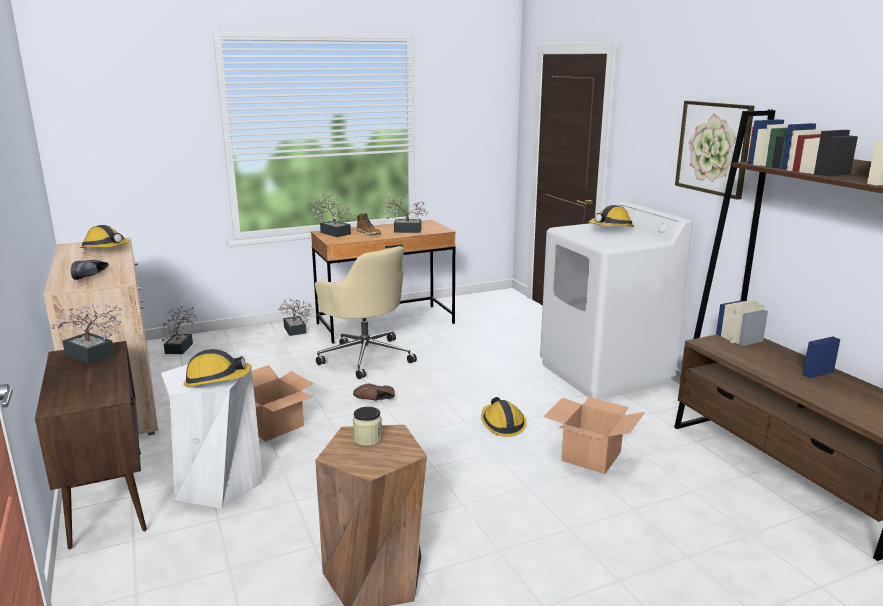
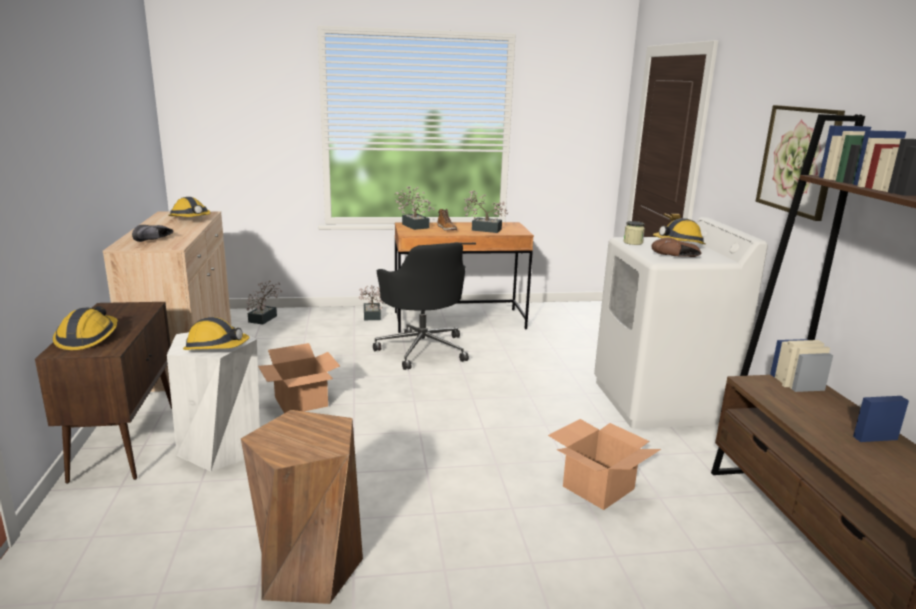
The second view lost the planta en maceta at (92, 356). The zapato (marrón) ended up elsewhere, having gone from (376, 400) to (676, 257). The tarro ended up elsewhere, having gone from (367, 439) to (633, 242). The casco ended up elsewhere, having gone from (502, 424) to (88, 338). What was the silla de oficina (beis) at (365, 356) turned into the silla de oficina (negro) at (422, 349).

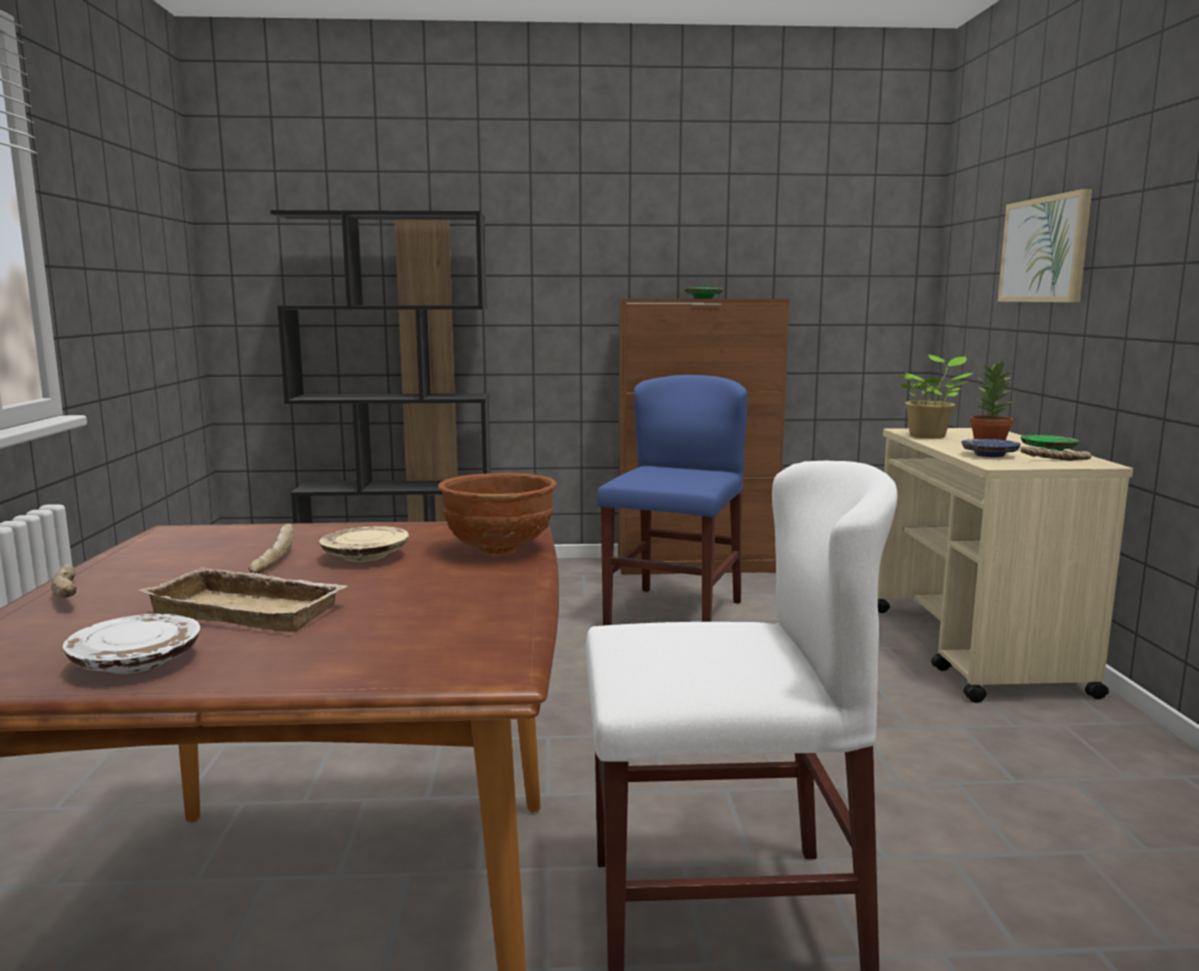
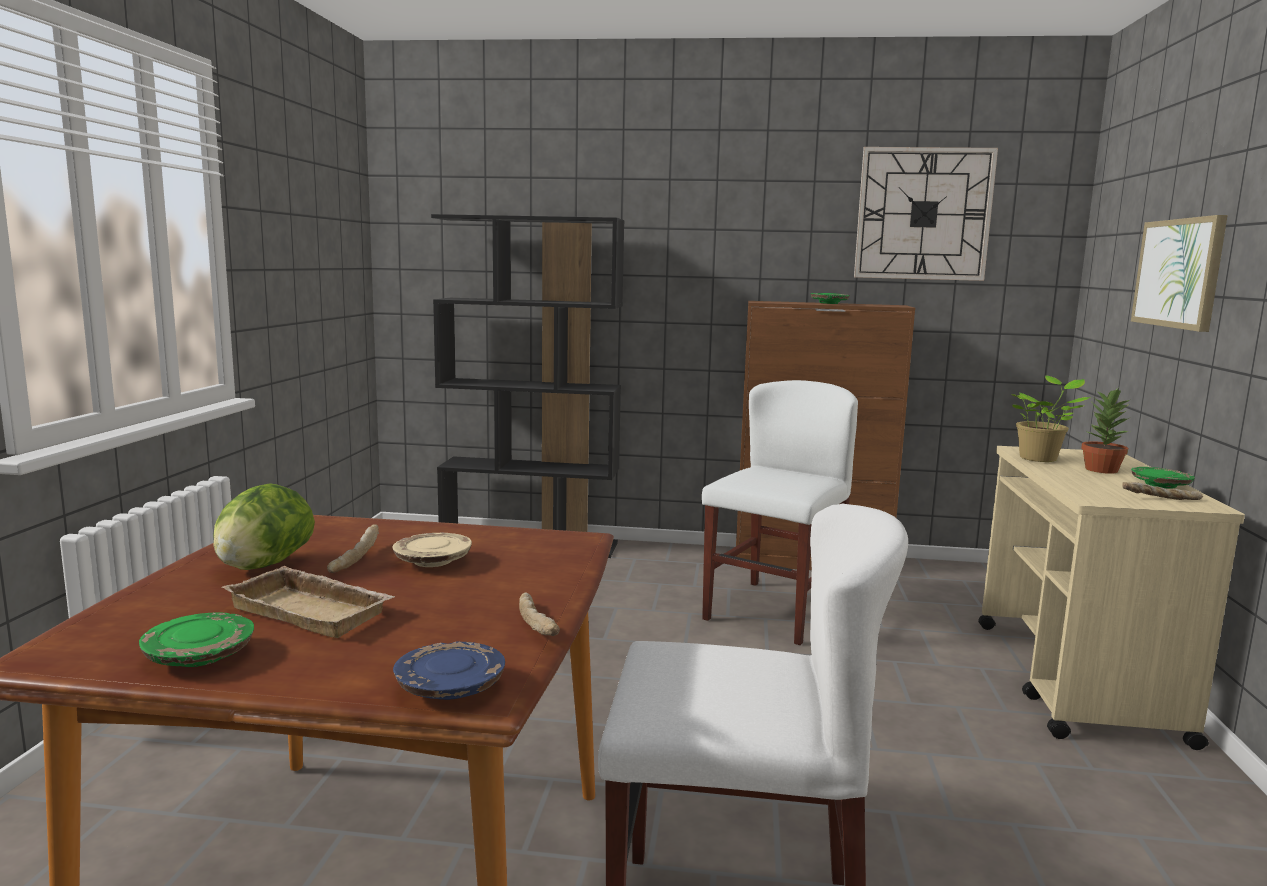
The second view lost the cuenco (marrón) at (500, 549). The second view gained the lechuga at (263, 566). The second view gained the reloj de pared at (923, 214). The pan ended up elsewhere, having gone from (70, 594) to (538, 625). The plato (azul) ended up elsewhere, having gone from (989, 455) to (449, 688). What was the plato (blanco) at (137, 662) turned into the plato (verde) at (200, 656). What was the silla (azul) at (674, 614) turned into the silla (blanco) at (774, 611).

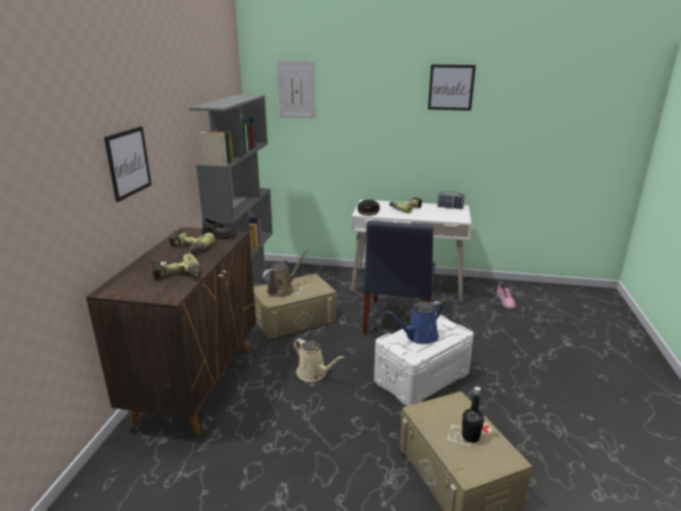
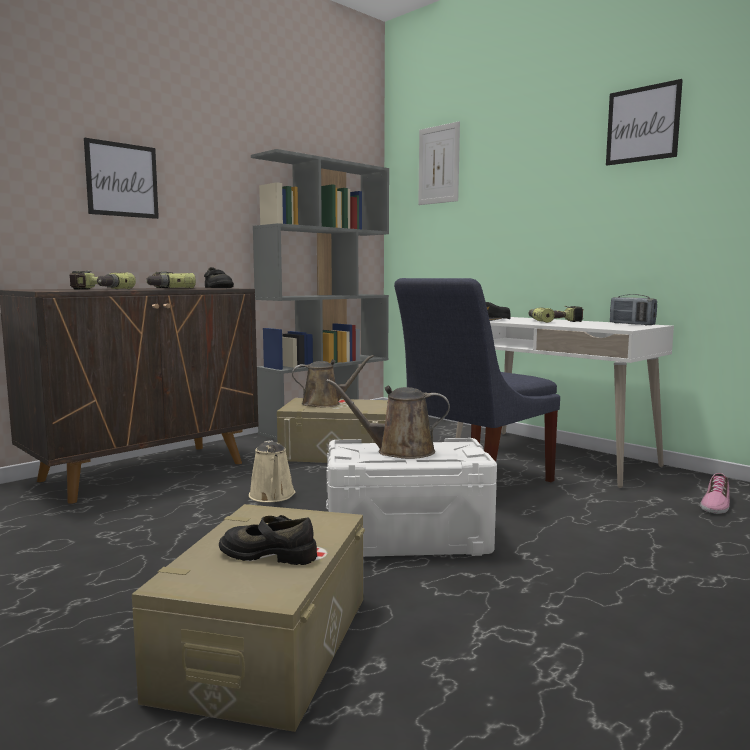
Where the botella (negro) stood at (470, 437), the zapato (negro) came to stand at (269, 553). What was the regadera (azul) at (419, 337) turned into the regadera (marrón) at (399, 451).

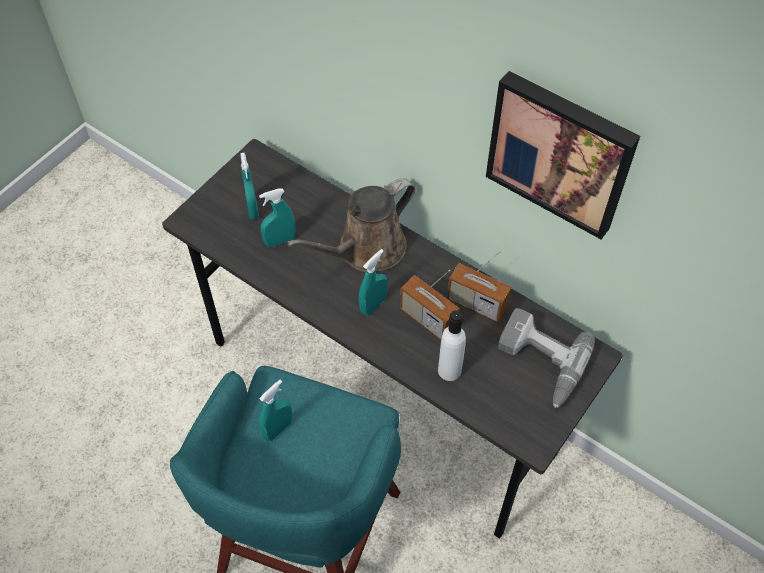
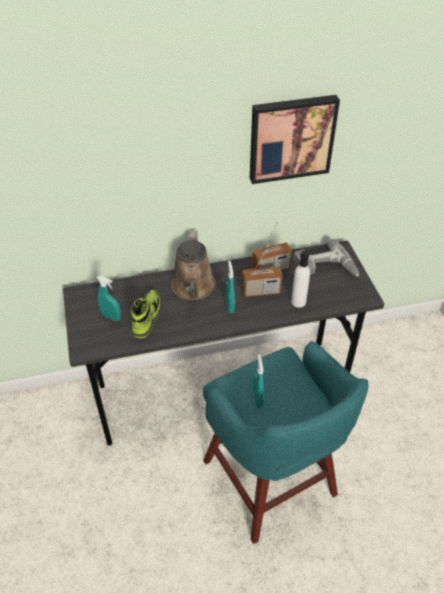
Where the pulverizador (turquesa) stood at (280, 240), the zapato came to stand at (146, 318).

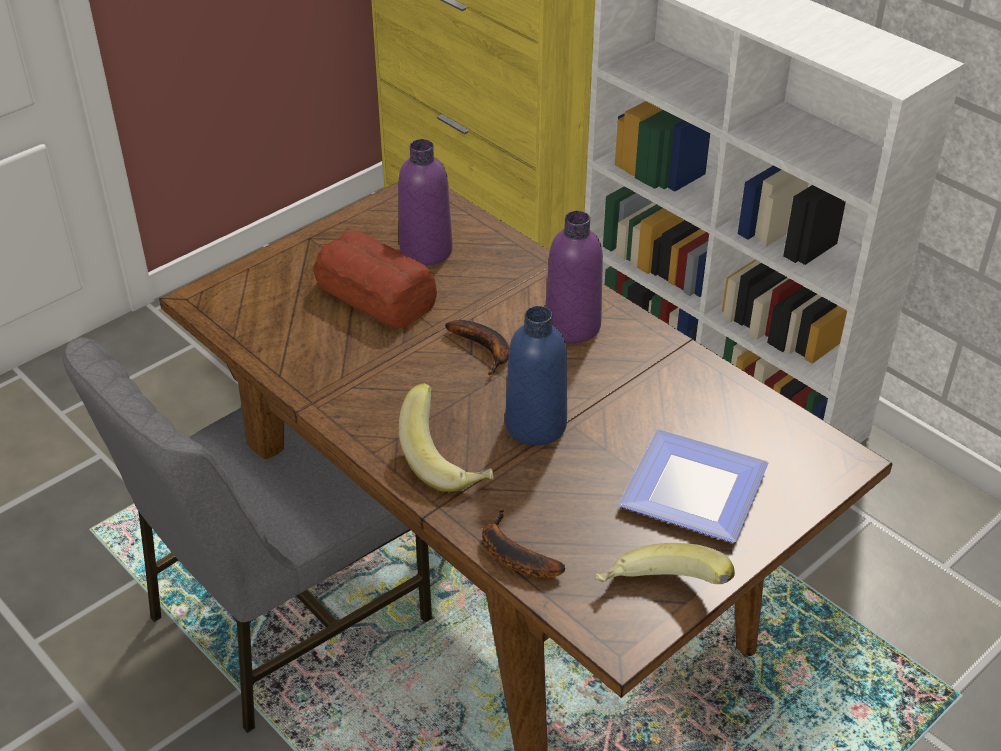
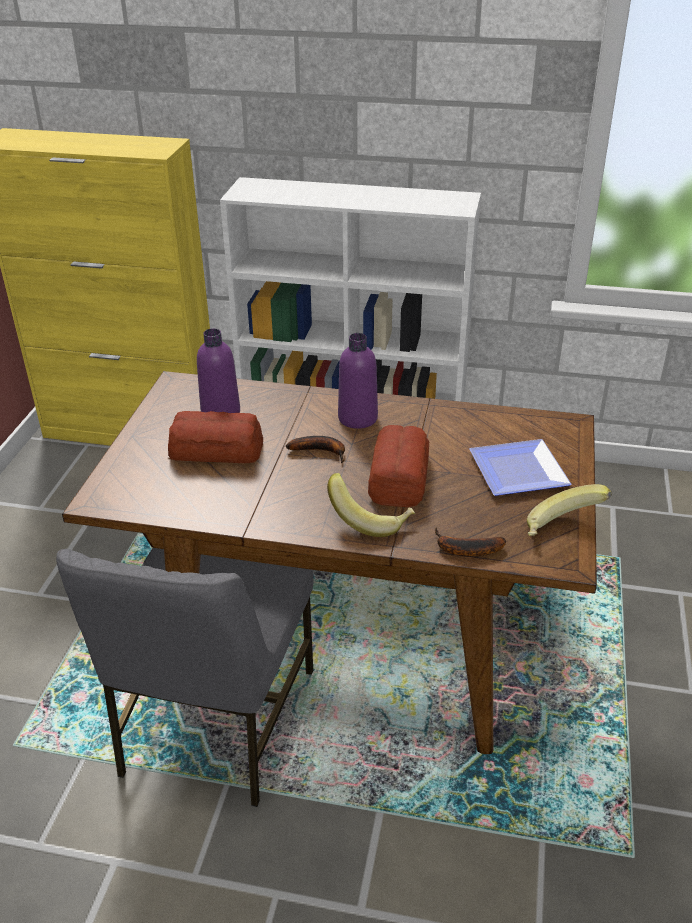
Where the botella (azul) stood at (536, 425), the pan came to stand at (398, 477).

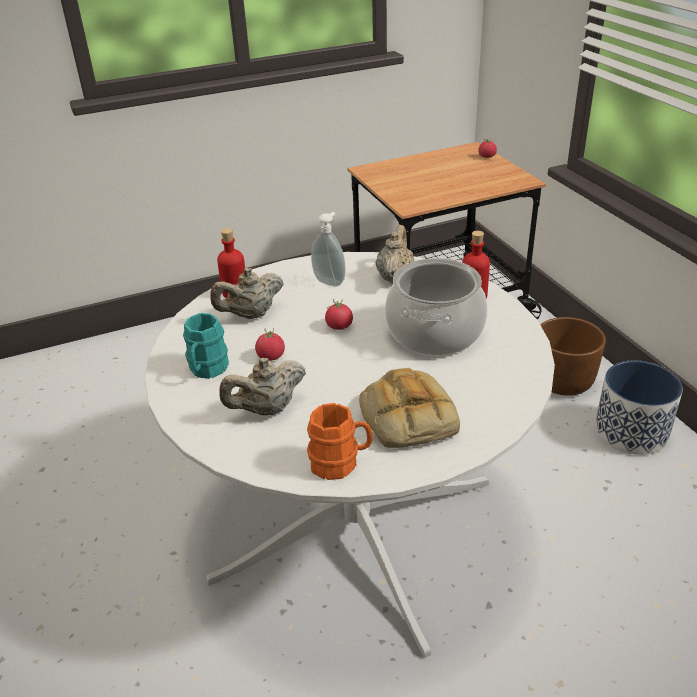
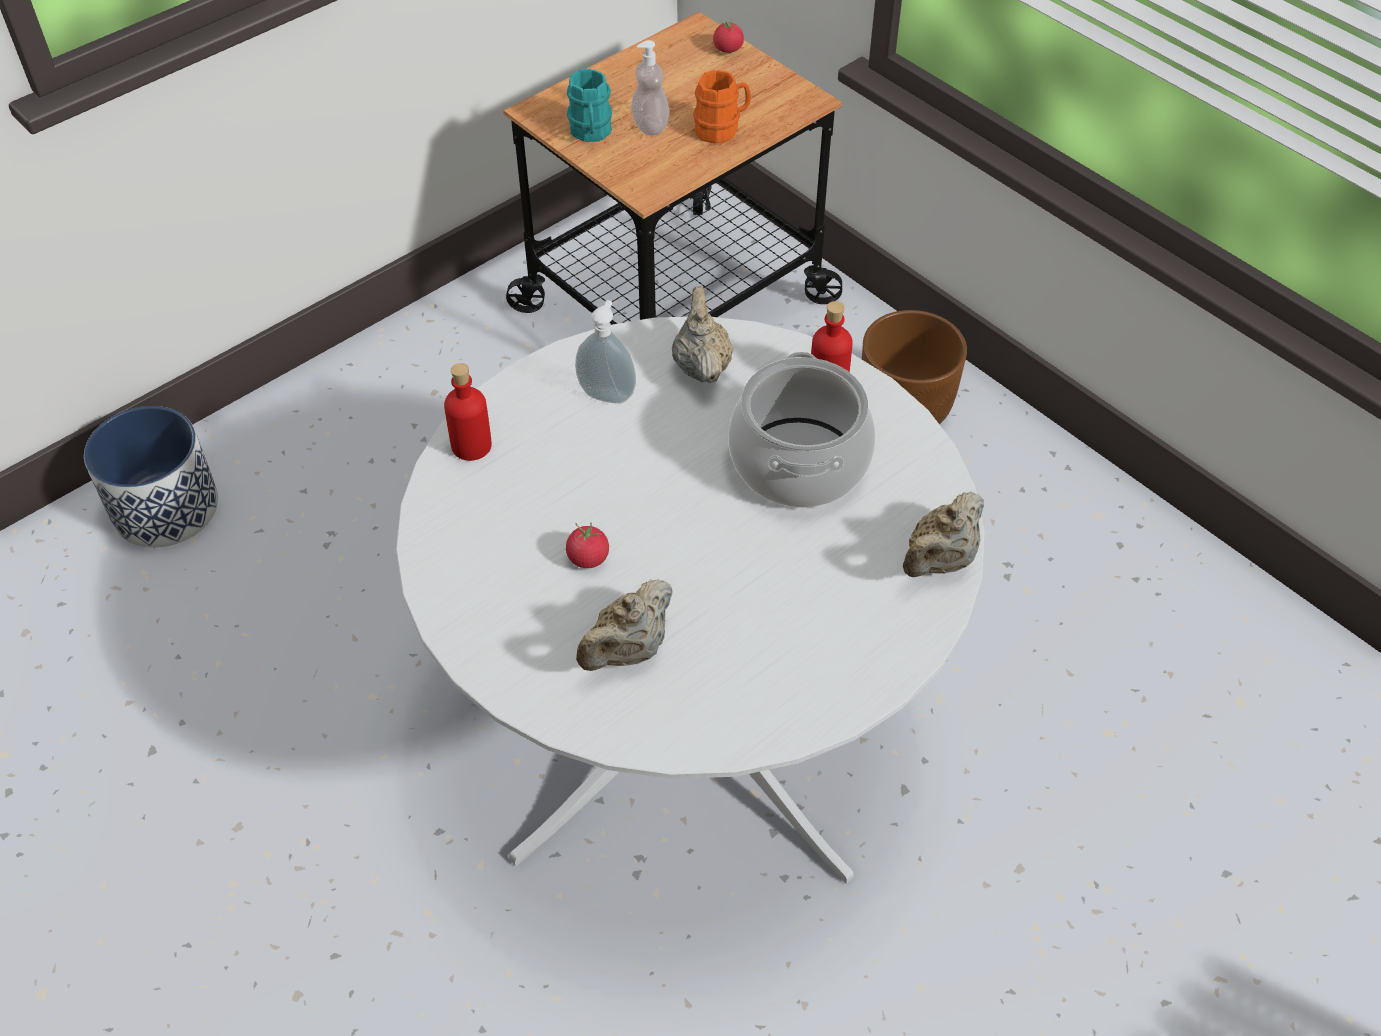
The second view lost the tomate at (339, 326). The second view lost the pan at (405, 416). The second view gained the dispensador de jabón at (650, 126). The taza grande (turquesa) ended up elsewhere, having gone from (207, 370) to (591, 133). The tetera (beis) ended up elsewhere, having gone from (251, 315) to (939, 561). The taza grande (naranja) ended up elsewhere, having gone from (341, 463) to (722, 128). The maceta ended up elsewhere, having gone from (630, 431) to (165, 508).

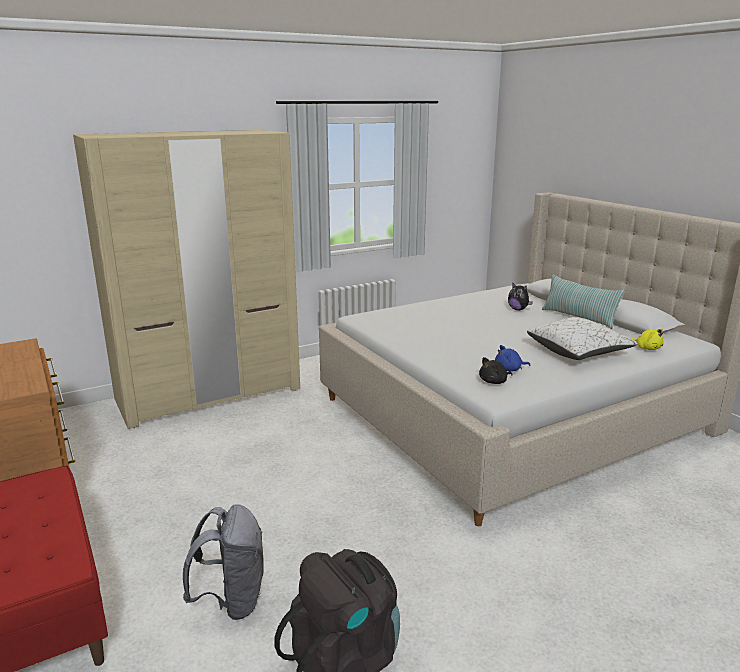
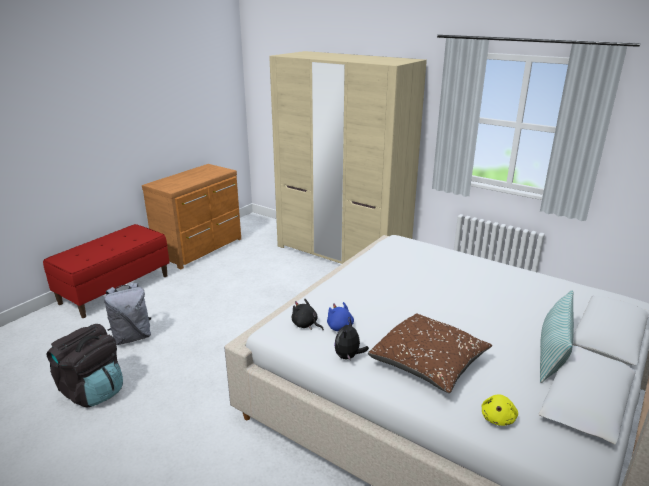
The peluche ended up elsewhere, having gone from (518, 309) to (348, 356). What was the cojín (blanco) at (578, 352) turned into the cojín (marrón) at (428, 364).

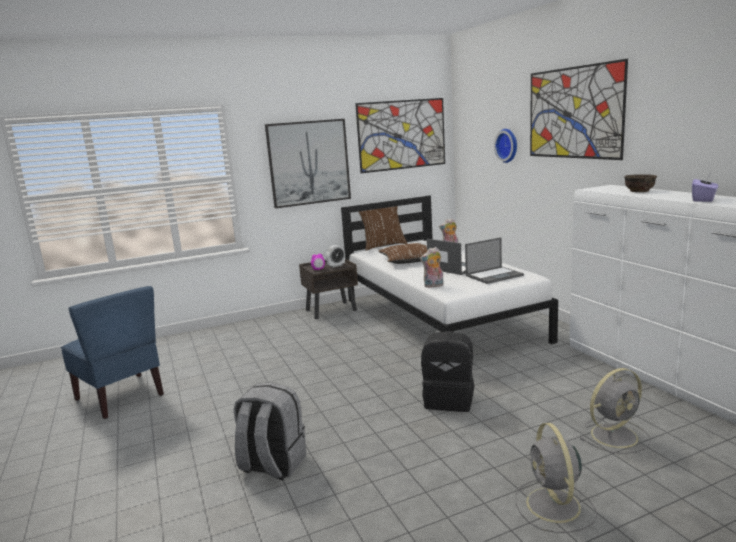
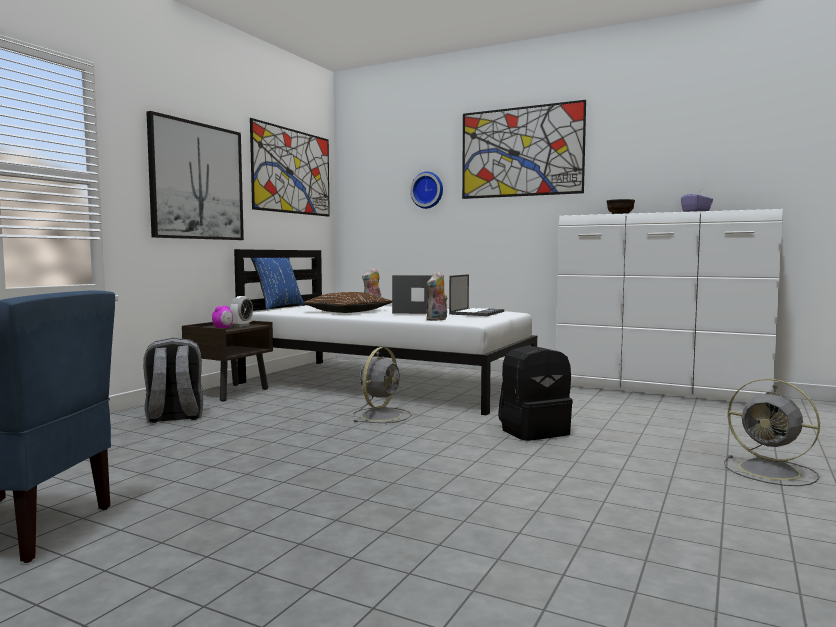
The mochila (gris) ended up elsewhere, having gone from (272, 465) to (174, 417). The ventilador (gris) ended up elsewhere, having gone from (615, 435) to (381, 415). What was the cojín (marrón) at (383, 246) turned into the cojín (azul) at (278, 307).

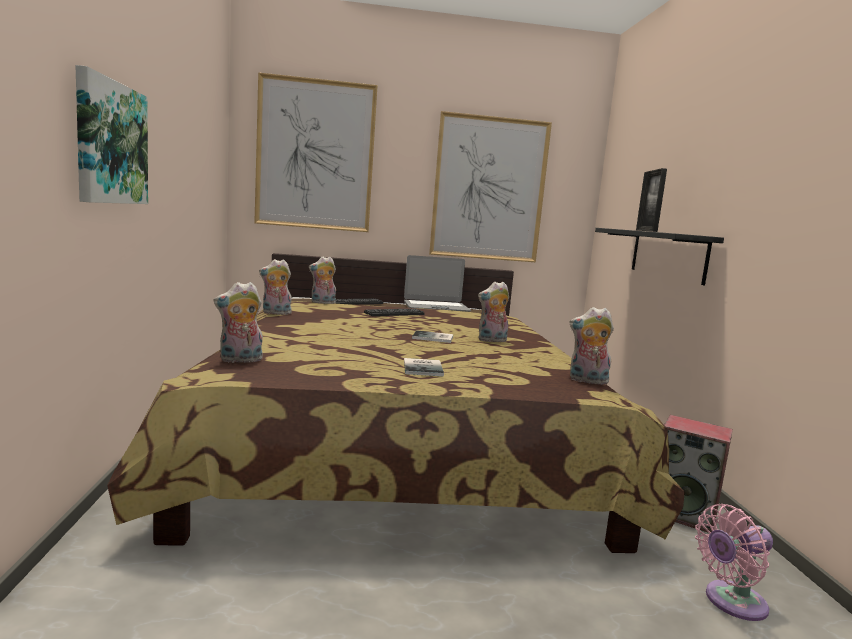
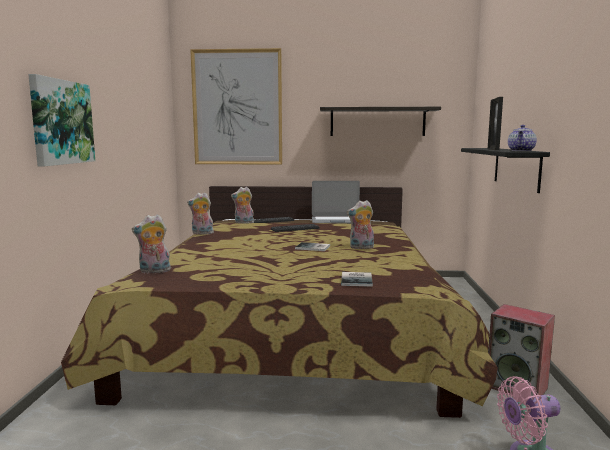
The second view lost the peluche at (587, 381). The second view gained the tetera at (521, 151). The libro ended up elsewhere, having gone from (424, 368) to (357, 279). Where the cuadro hung at (489, 189), the estante came to hang at (377, 122).

